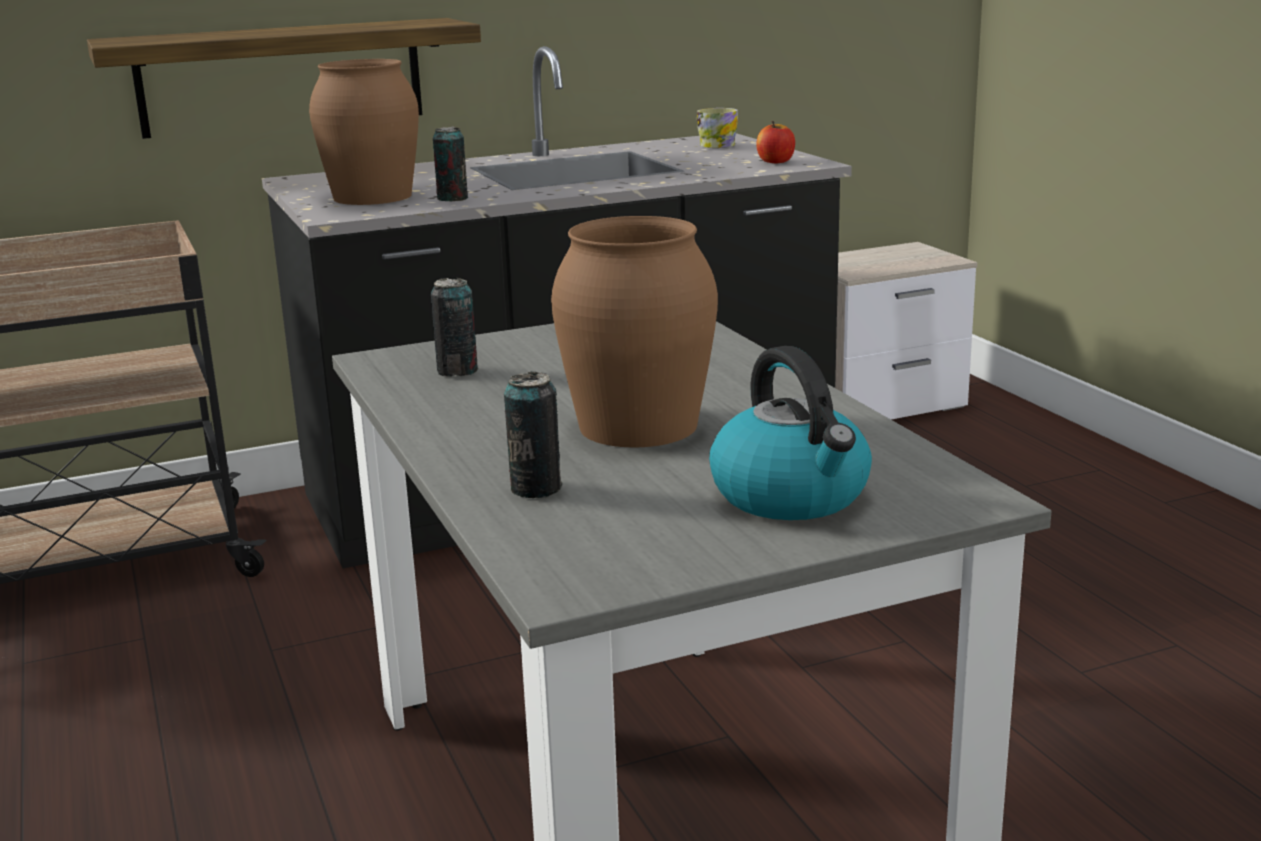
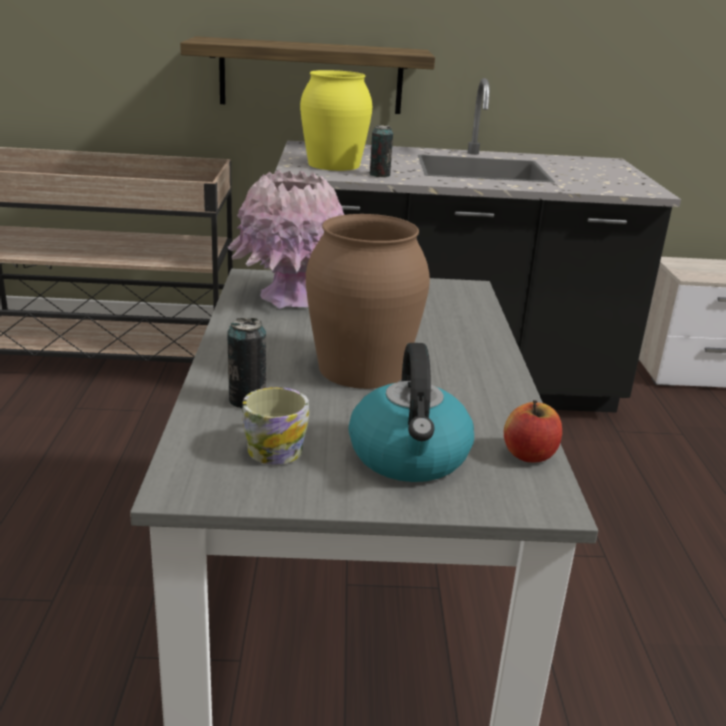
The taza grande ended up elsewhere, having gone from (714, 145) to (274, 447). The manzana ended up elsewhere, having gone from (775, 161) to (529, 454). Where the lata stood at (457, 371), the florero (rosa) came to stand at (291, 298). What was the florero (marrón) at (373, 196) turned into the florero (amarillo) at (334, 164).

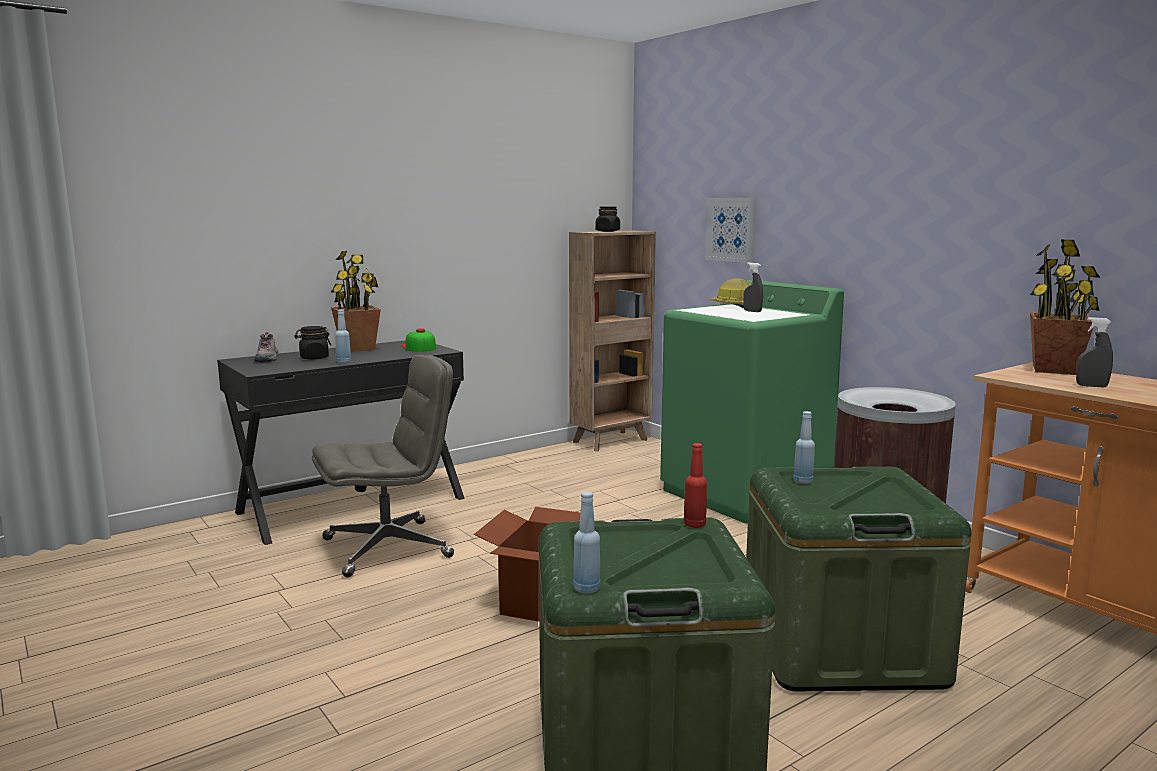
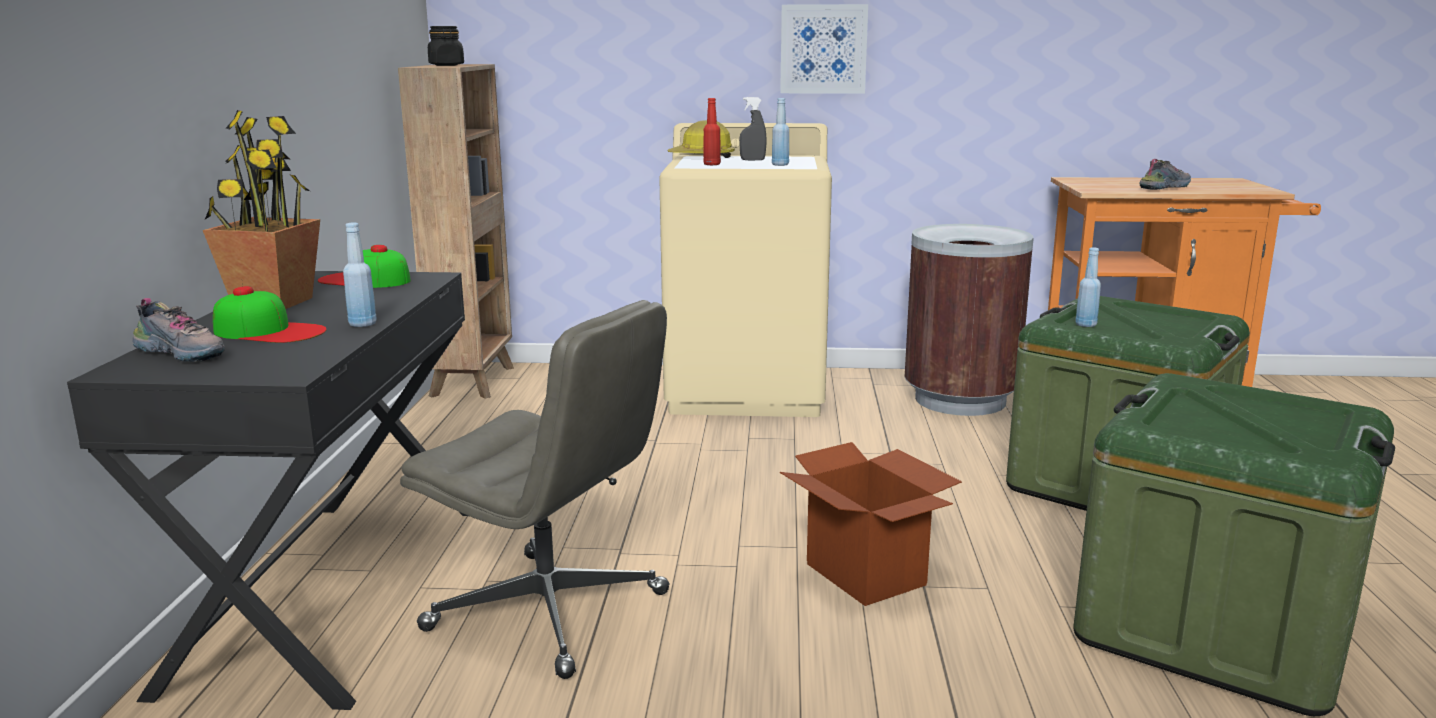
The second view lost the planta en maceta at (1055, 370). The botella (azul) ended up elsewhere, having gone from (586, 588) to (780, 165). The botella (rojo) ended up elsewhere, having gone from (695, 524) to (712, 164). The cuadro ended up elsewhere, having gone from (732, 229) to (823, 49). Where the tarro (negro) stood at (314, 358), the gorra came to stand at (269, 331). Where the pulverizador (gris) stood at (1091, 386), the zapato came to stand at (1164, 188). What was the lavadora (verde) at (744, 494) turned into the lavadora (beis) at (748, 390). The silla de oficina (gris) at (389, 548) ended up facing another way, 105 degrees clockwise from before.

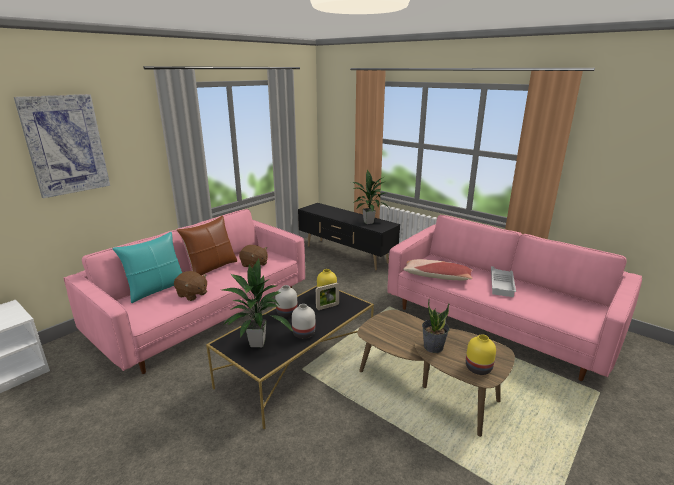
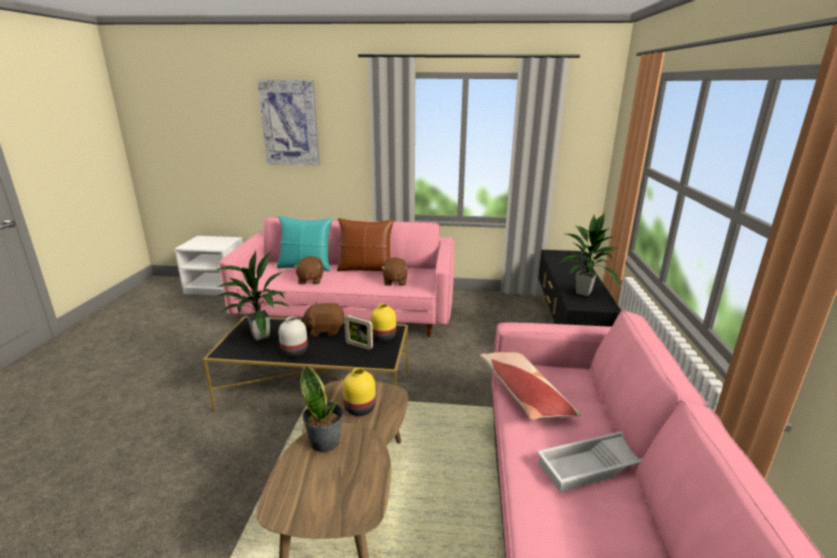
The florero (amarillo) ended up elsewhere, having gone from (479, 368) to (361, 409). Where the florero (blanco) stood at (287, 313), the peluche (marrón) came to stand at (325, 330).

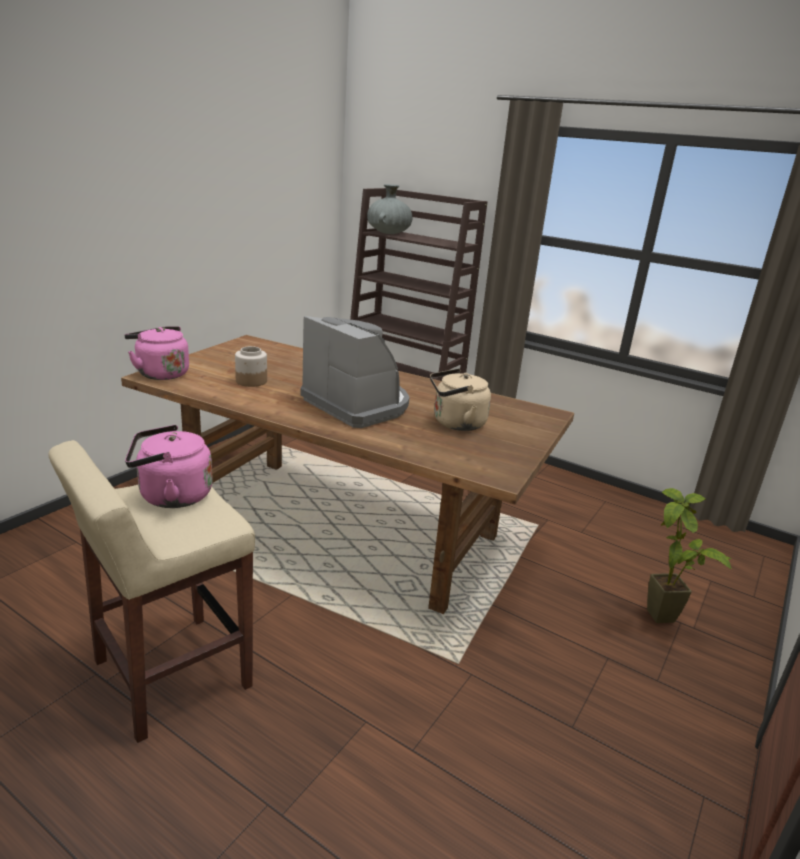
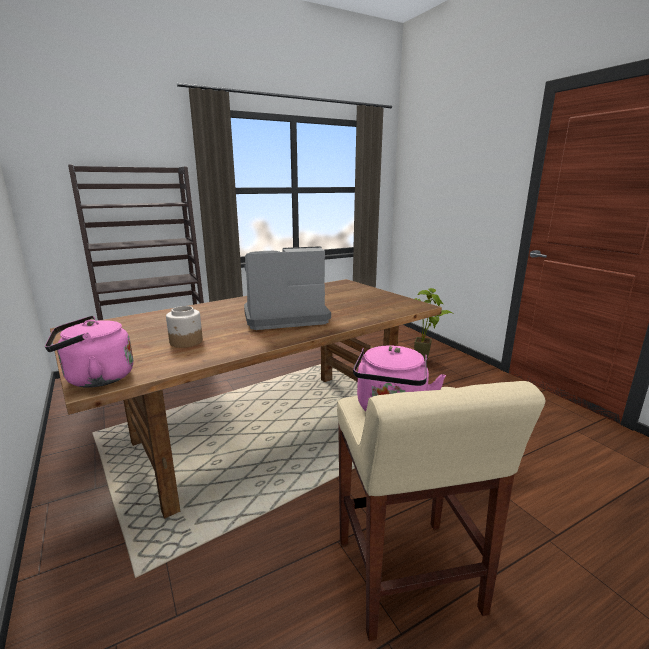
The second view lost the florero (gris) at (388, 233). The second view lost the hervidor (beis) at (455, 423).

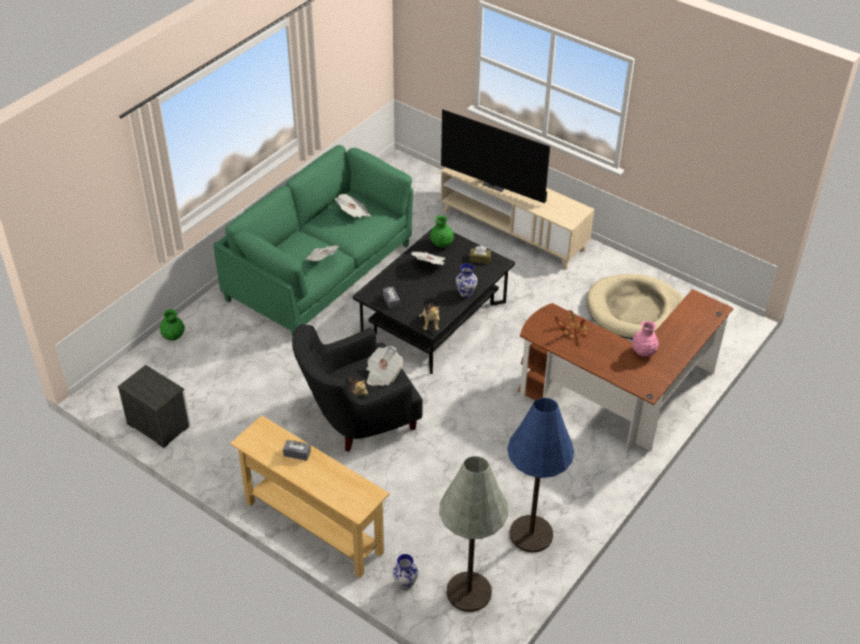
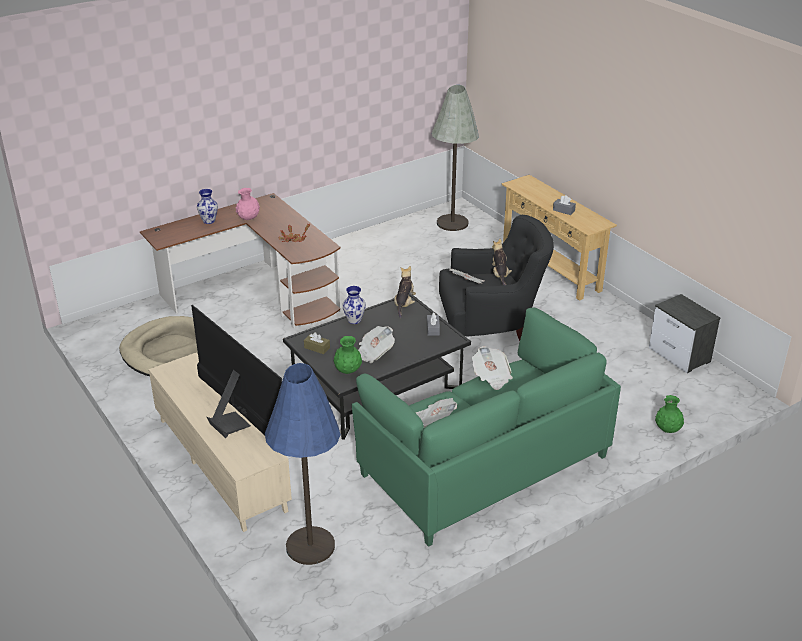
The florero ended up elsewhere, having gone from (404, 584) to (209, 221). The lámpara de pie (azul) ended up elsewhere, having gone from (531, 534) to (310, 546).

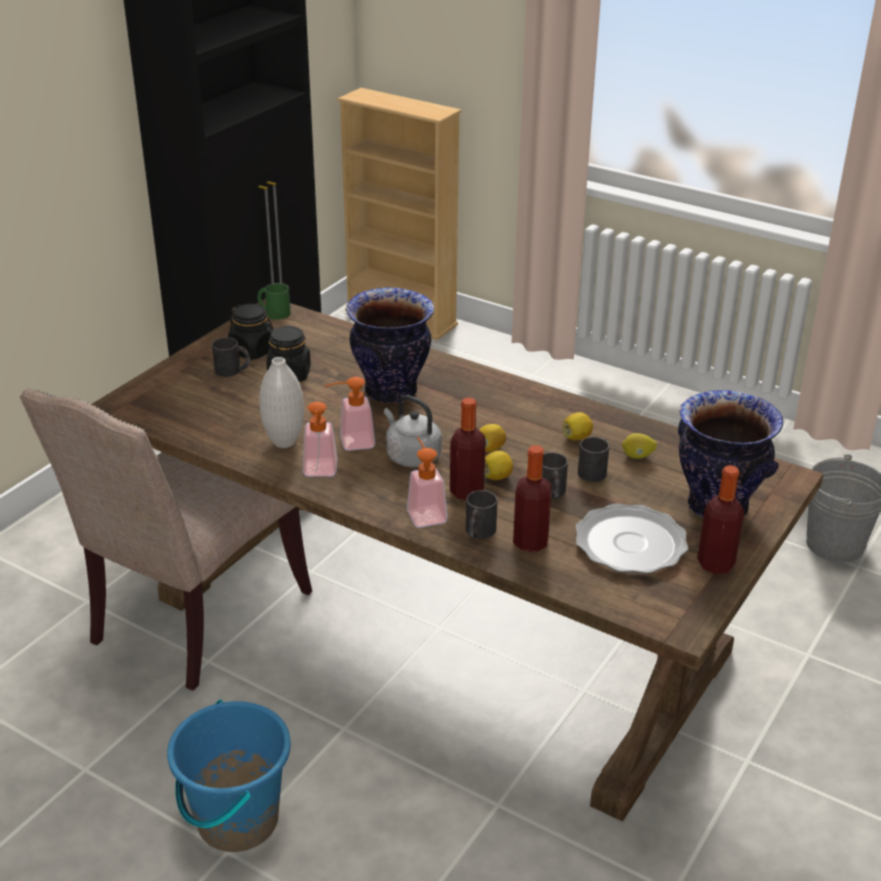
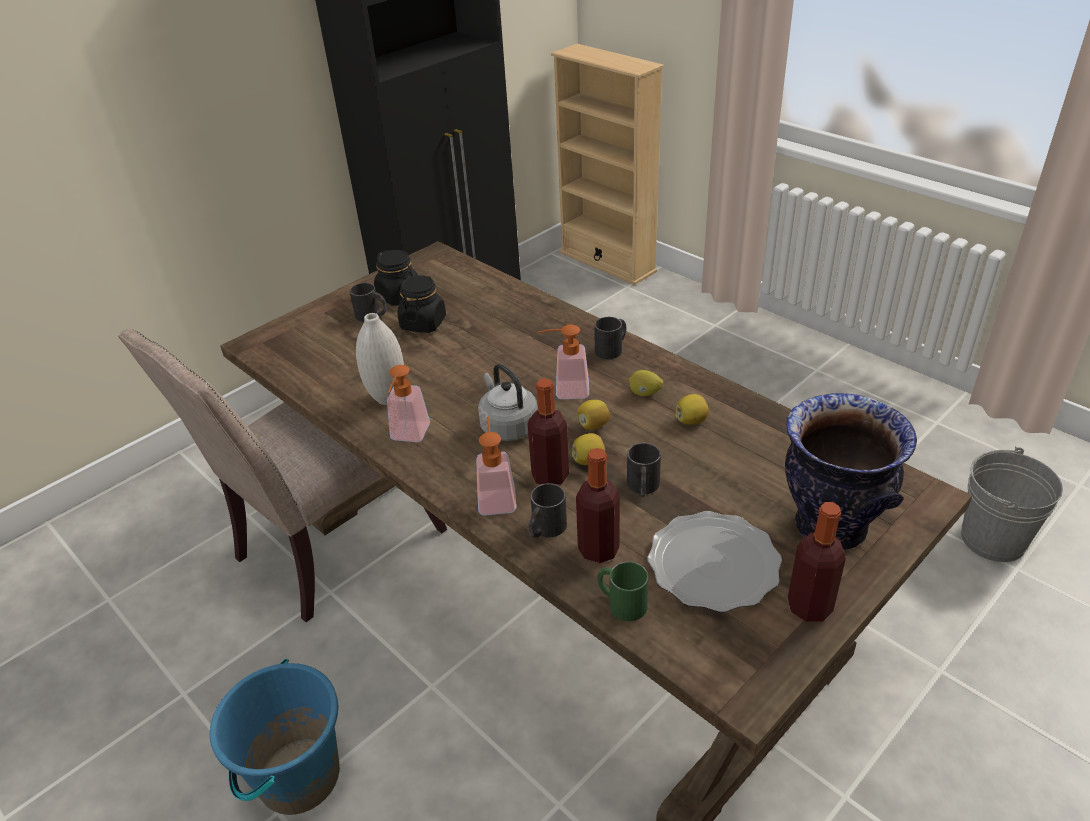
The second view lost the florero at (392, 392). The taza grande (verde) ended up elsewhere, having gone from (273, 313) to (621, 602). The dispensador de jabón ended up elsewhere, having gone from (350, 443) to (565, 390). The taza grande (negro) ended up elsewhere, having gone from (595, 470) to (612, 348). The limón ended up elsewhere, having gone from (637, 456) to (645, 393).

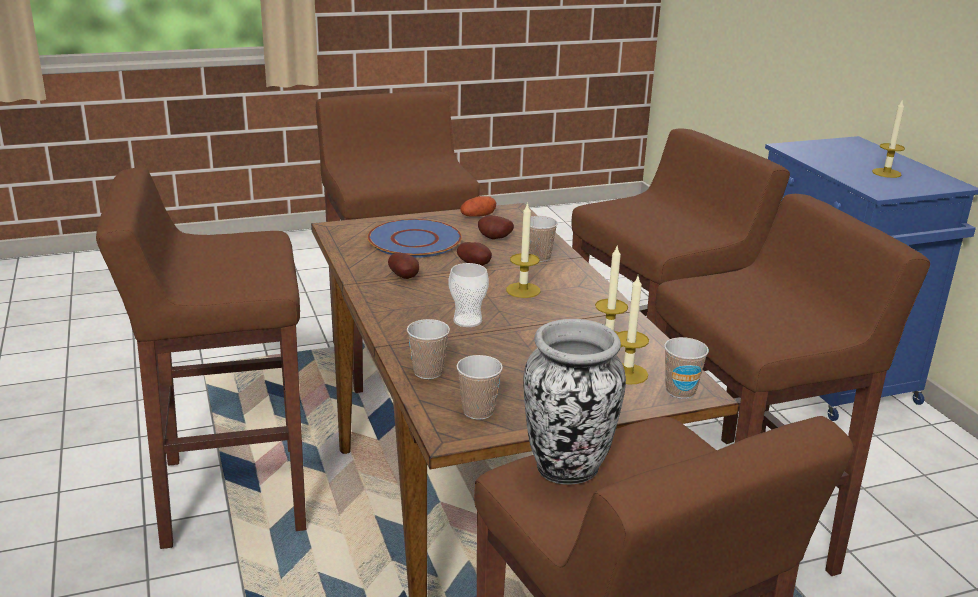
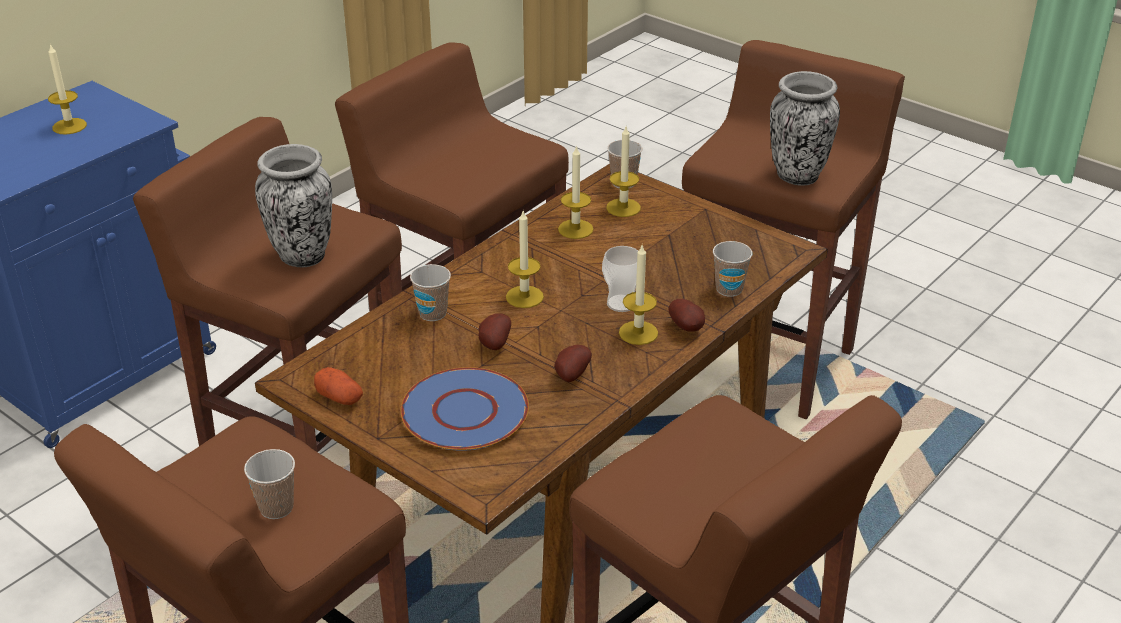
The second view gained the florero at (302, 256). The second view gained the vela at (638, 333). The taza ended up elsewhere, having gone from (478, 411) to (276, 508). The patata ended up elsewhere, having gone from (494, 239) to (687, 328).

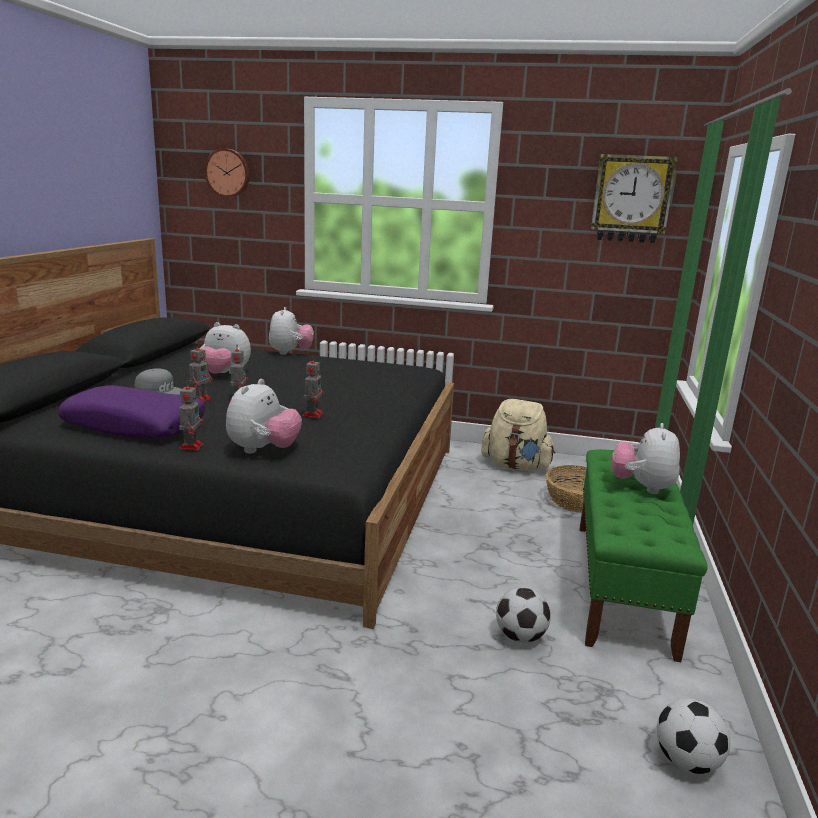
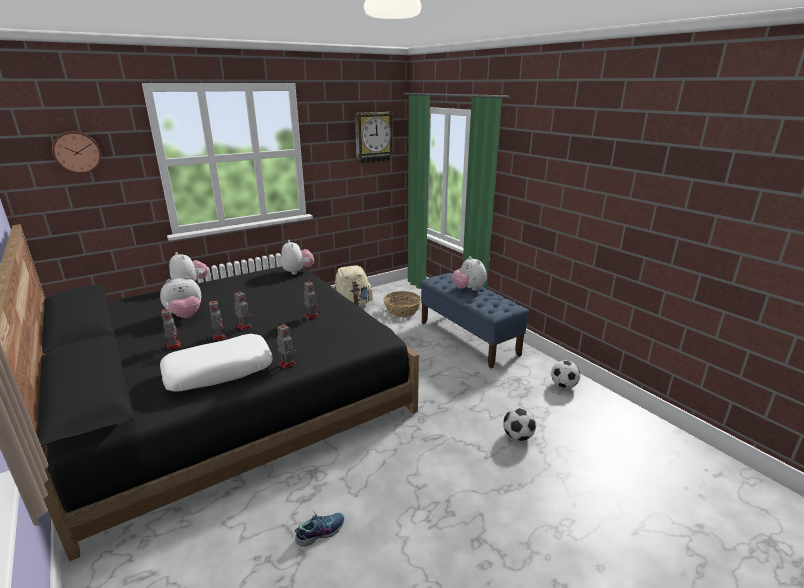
The second view gained the zapato at (320, 531). The peluche ended up elsewhere, having gone from (263, 450) to (298, 271). The balón de fútbol ended up elsewhere, having gone from (520, 637) to (518, 436). Where the gorra (gris) stood at (159, 391), the robot de juguete came to stand at (173, 345). What was the cojín (morado) at (135, 425) turned into the cojín (blanco) at (219, 371). What was the banco (verde) at (622, 585) turned into the banco (azul) at (468, 338).

